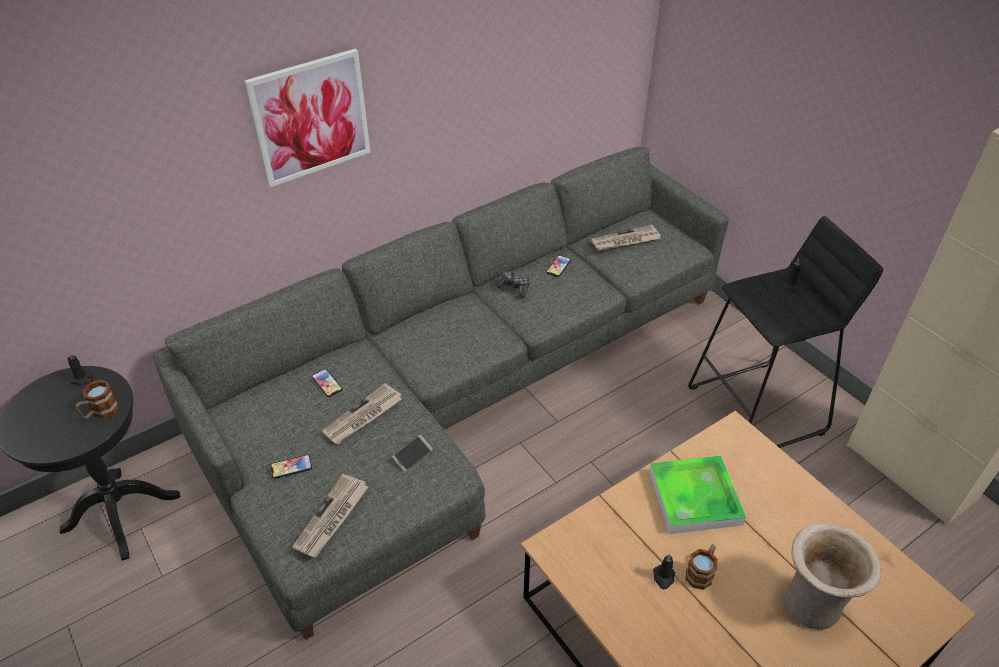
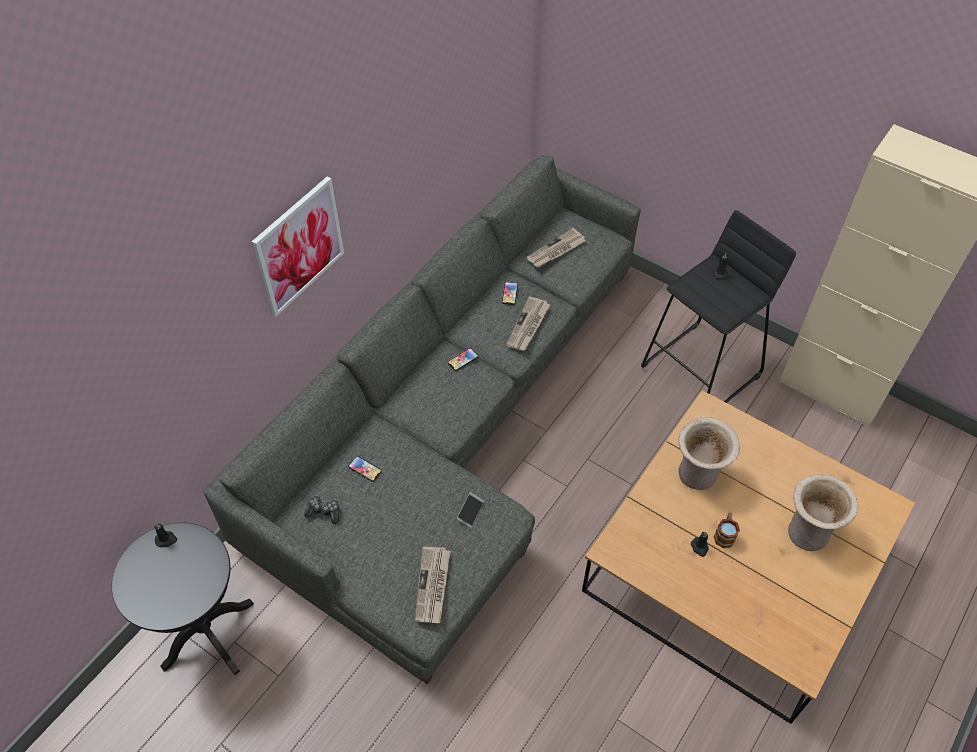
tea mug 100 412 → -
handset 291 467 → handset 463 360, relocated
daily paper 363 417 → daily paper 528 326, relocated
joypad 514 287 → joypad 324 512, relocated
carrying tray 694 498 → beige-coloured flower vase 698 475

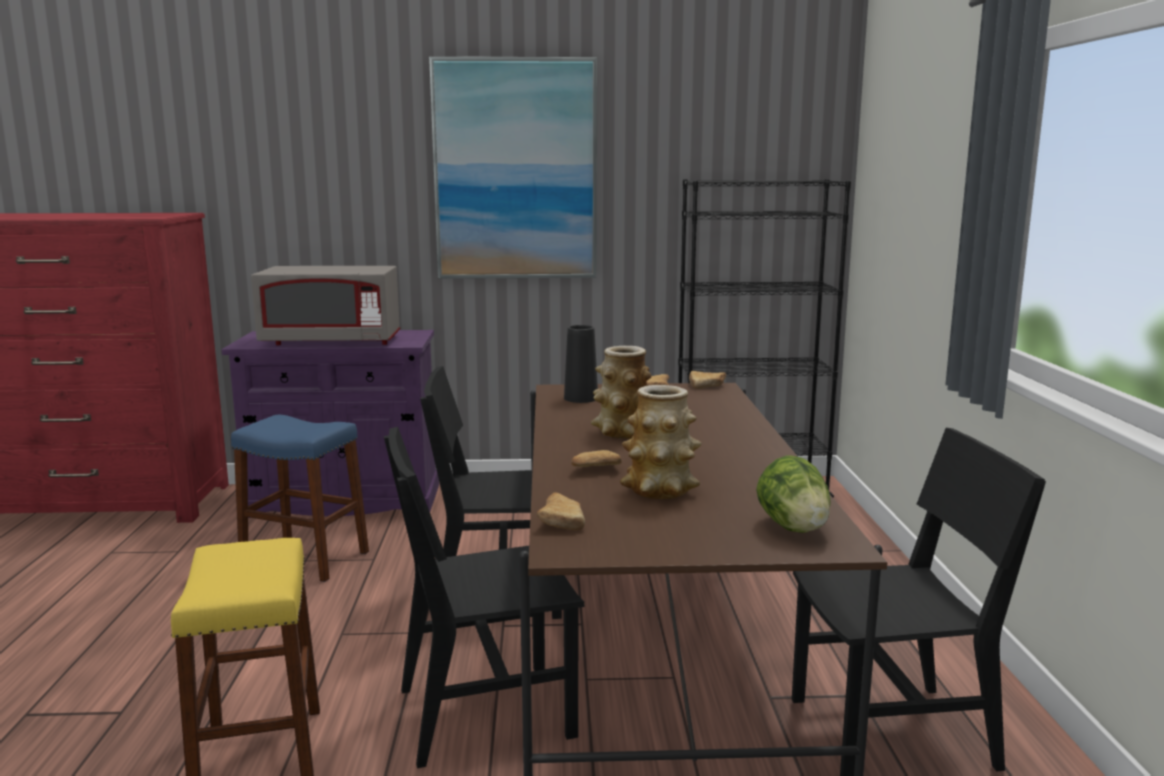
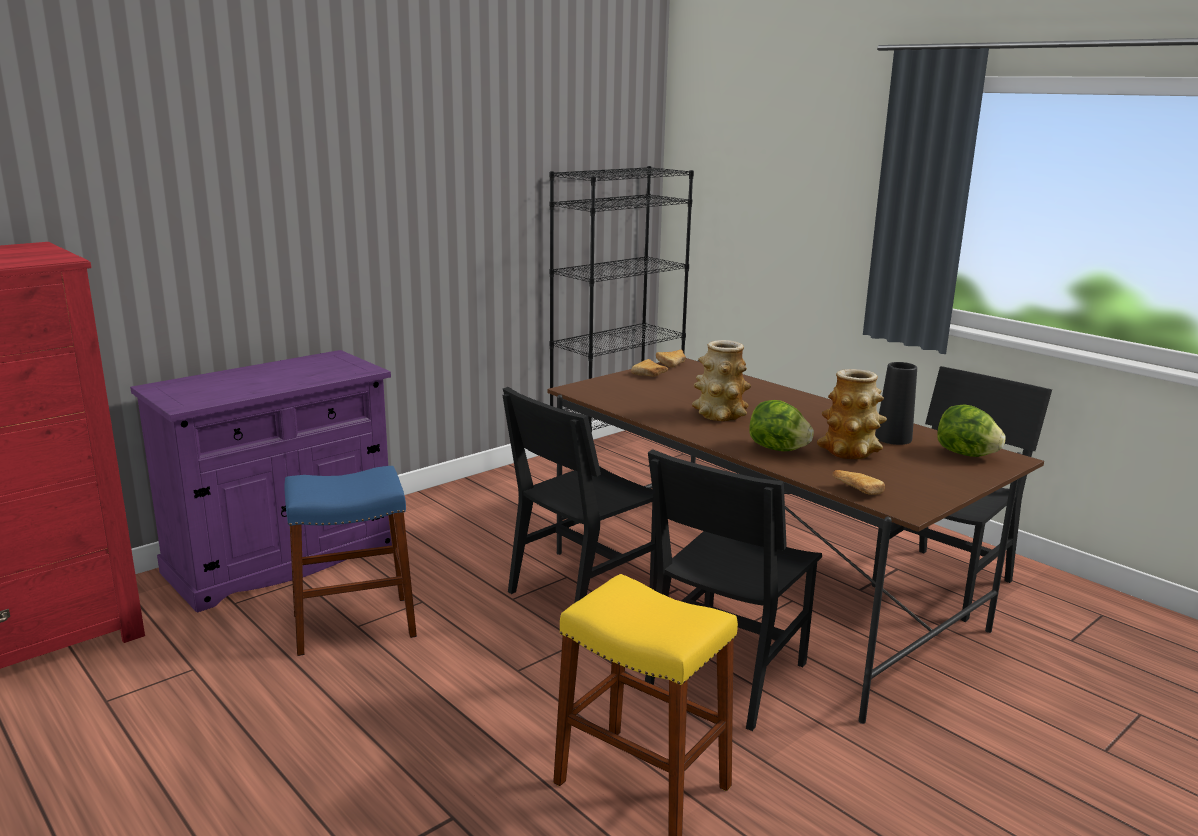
grey microwave oven 332 342 → -
wall art 515 170 → -
black flower vase 581 398 → black flower vase 893 438, relocated
bread 593 470 → lettuce 777 449

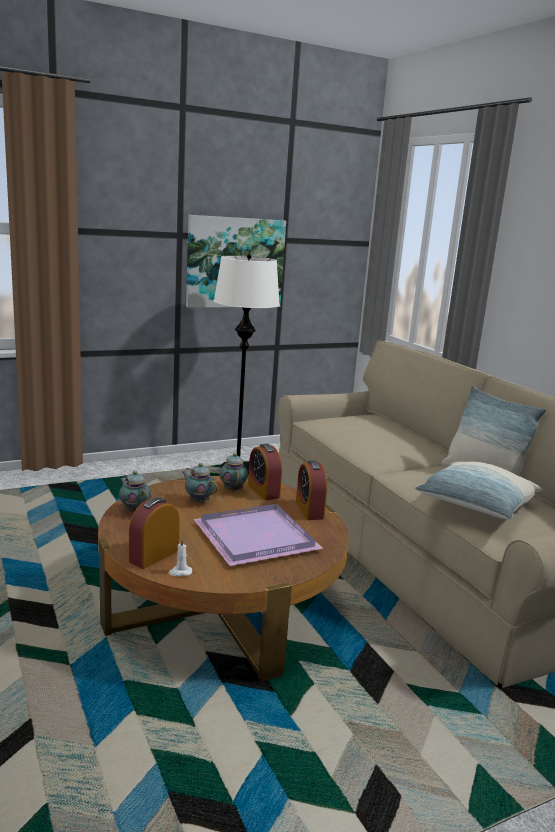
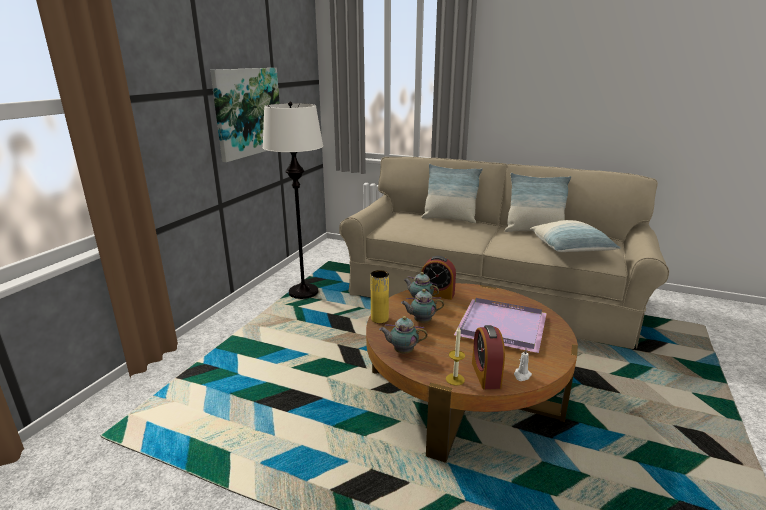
bedside clock 309 510 → -
- → yellow-coloured flower vase 379 319
- → throw pillow 449 219
- → wax candle 455 379

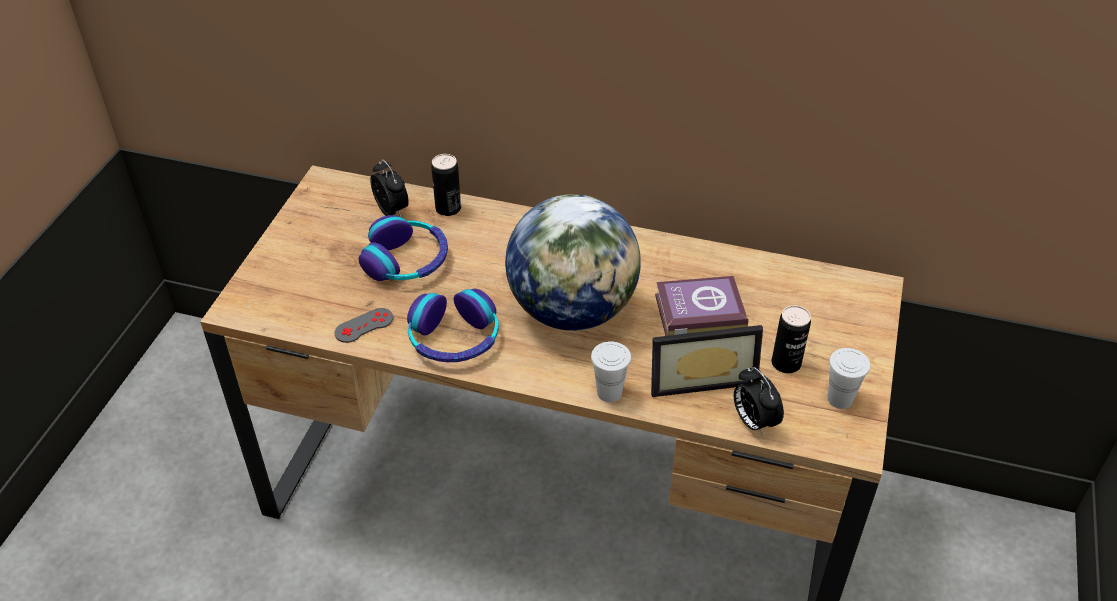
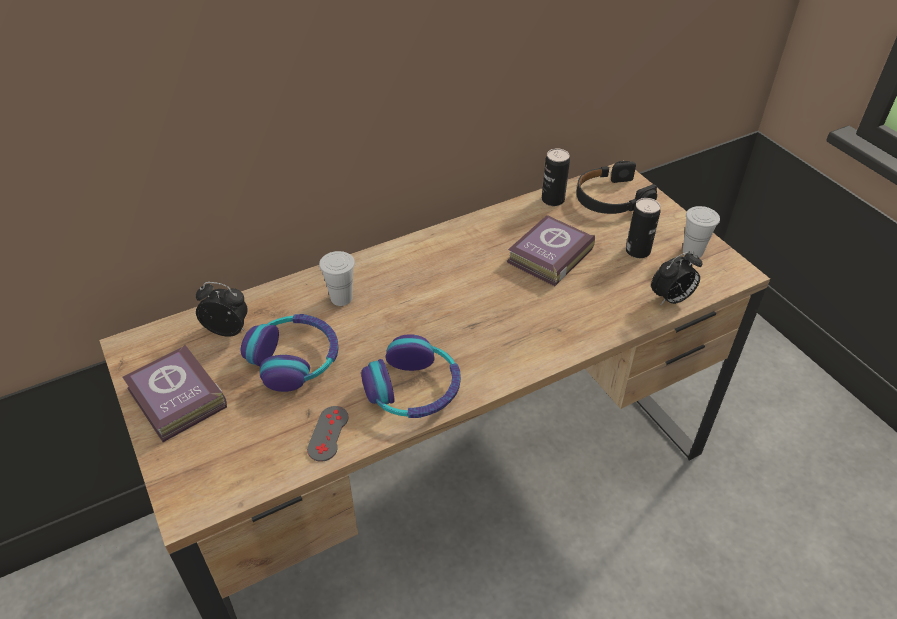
metal can 448 208 → metal can 553 200, relocated
desk globe 573 310 → -
whitish small cup 609 392 → whitish small cup 341 298, relocated
picture frame 700 376 → -
bedside clock 753 422 → bedside clock 671 299, 45 degrees counterclockwise
- → bound book 176 400
- → black headphones 611 198

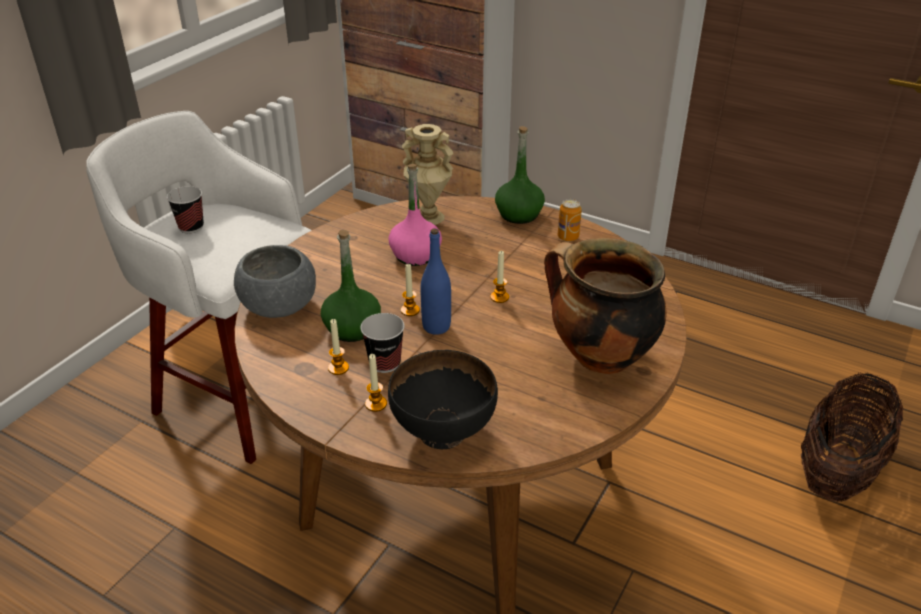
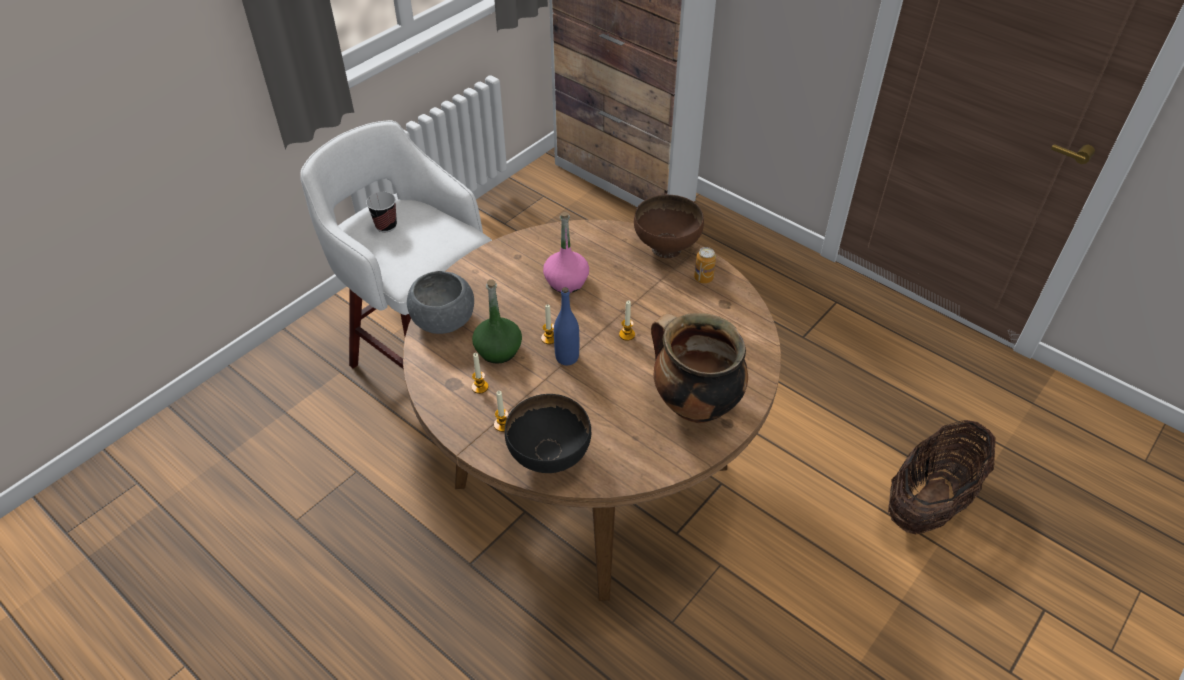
small cup 385 363 → -
beige-coloured flower vase 428 217 → -
green drink bottle 519 214 → brownish deep dish 667 248

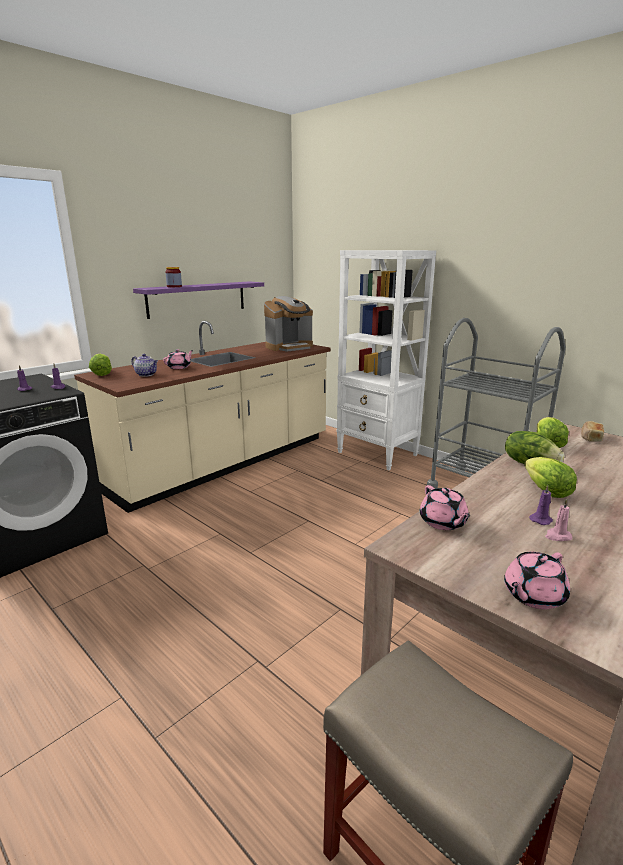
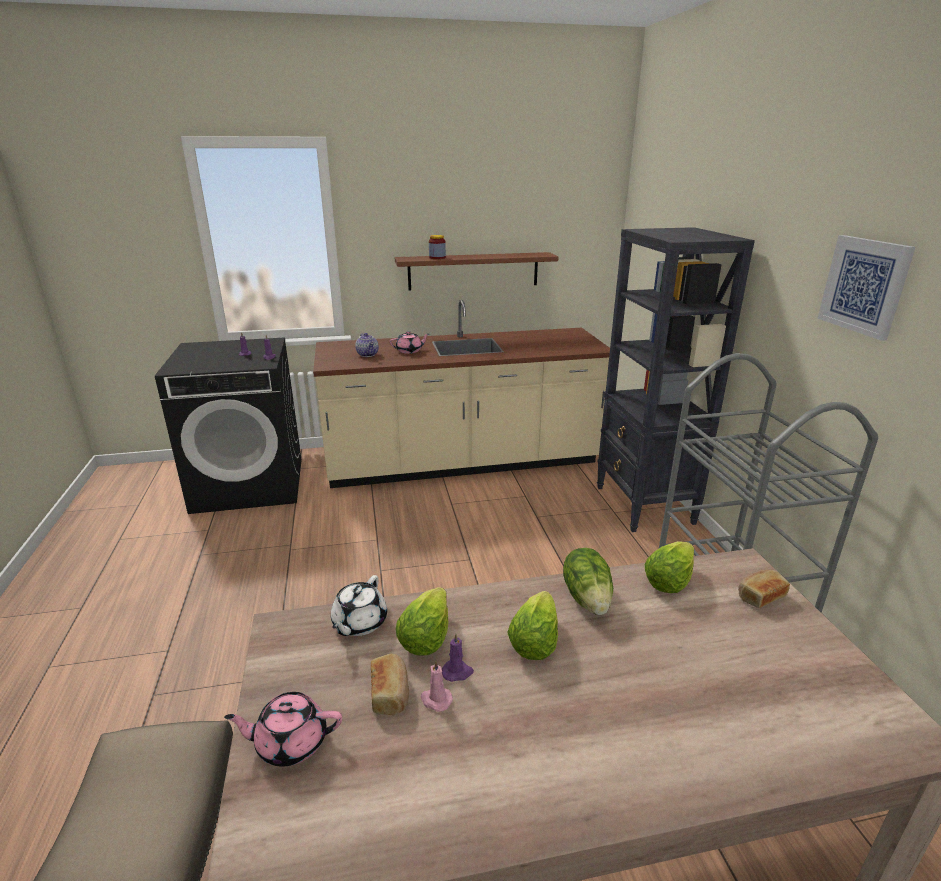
lettuce 102 374 → lettuce 425 638, relocated
purplish wall shelf 197 299 → brownish wall shelf 473 271
coffee machine 289 347 → -
whitish bookcase 377 454 → black bookcase 644 505
pinkish pot for tea 443 522 → whitish pot for tea 359 623
- → bread 390 693
- → wall art 864 285

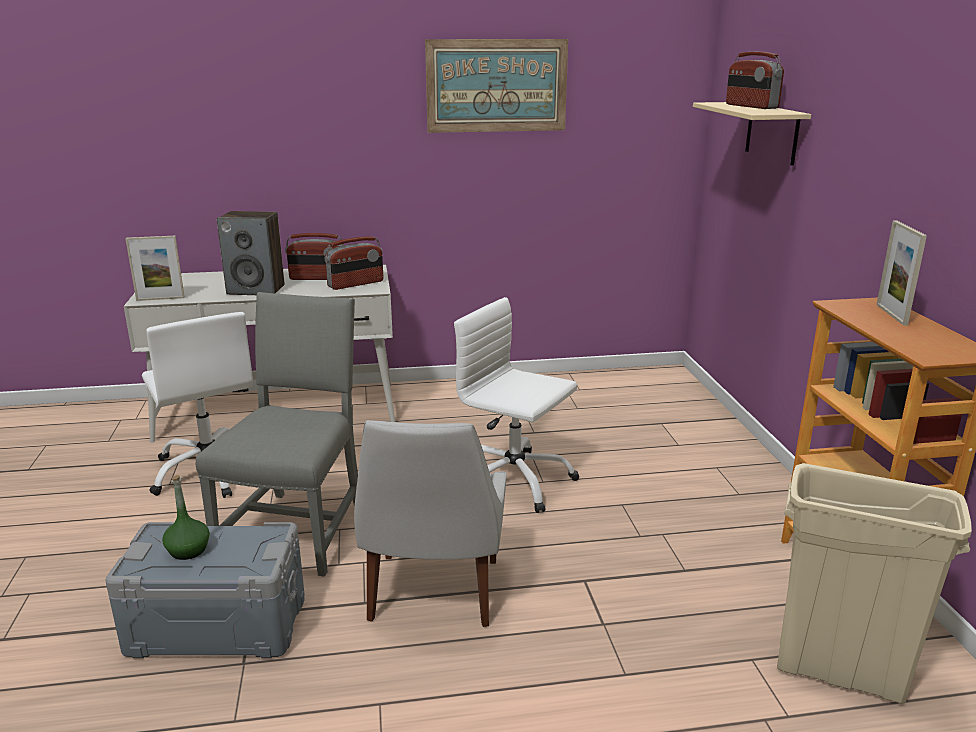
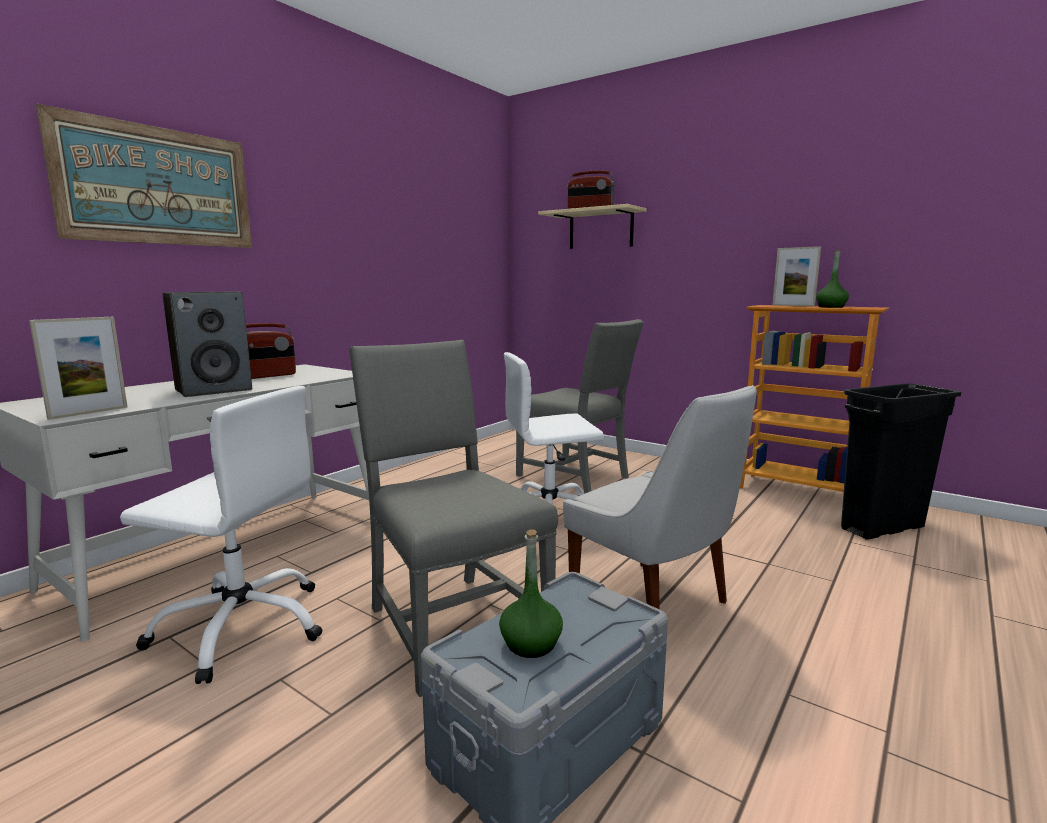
radio 356 284 → -
wall art 496 86 → wall art 158 186, relocated
beige-coloured rubbish bin 838 672 → black rubbish bin 881 528
- → grey plain chair 576 476
- → green drink bottle 830 307

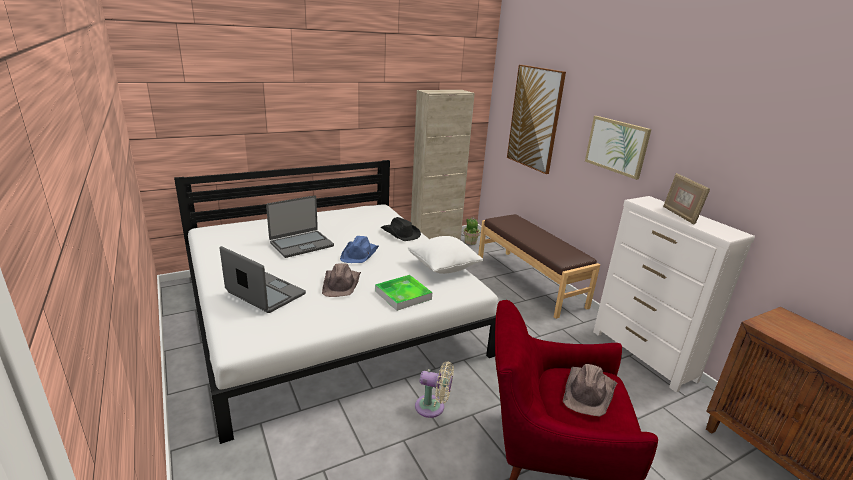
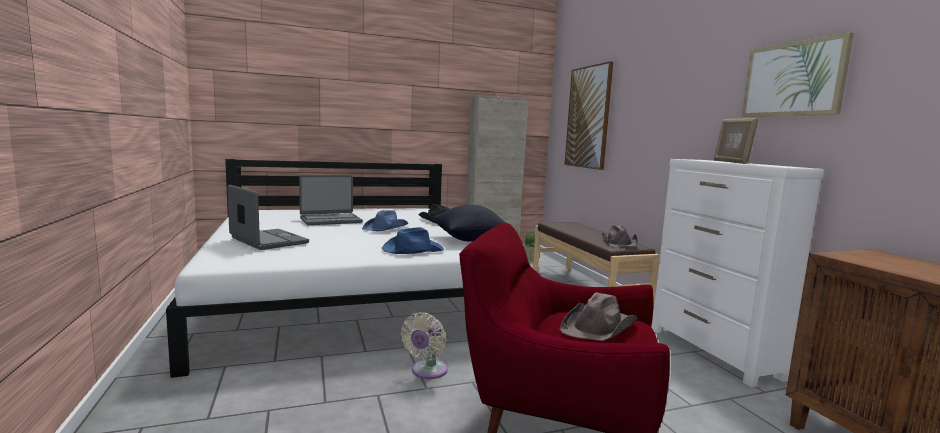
brownish clothing hat 341 284 → brownish clothing hat 619 243, relocated
carrying tray 403 295 → blue clothing hat 412 250
whitish throw pillow 443 267 → black throw pillow 469 239
beige-coloured electric fan 433 407 → beige-coloured electric fan 427 372, 90 degrees clockwise
wall art 617 146 → wall art 793 79, relocated

